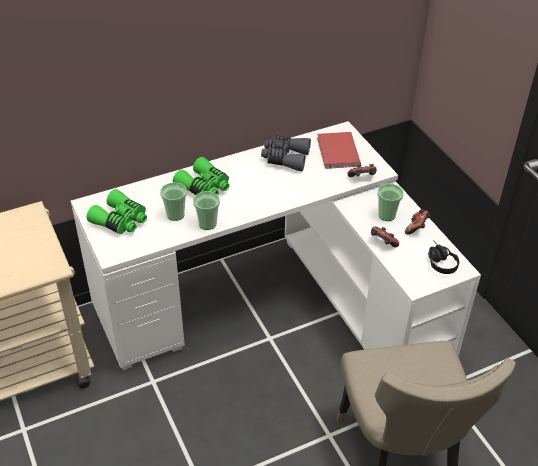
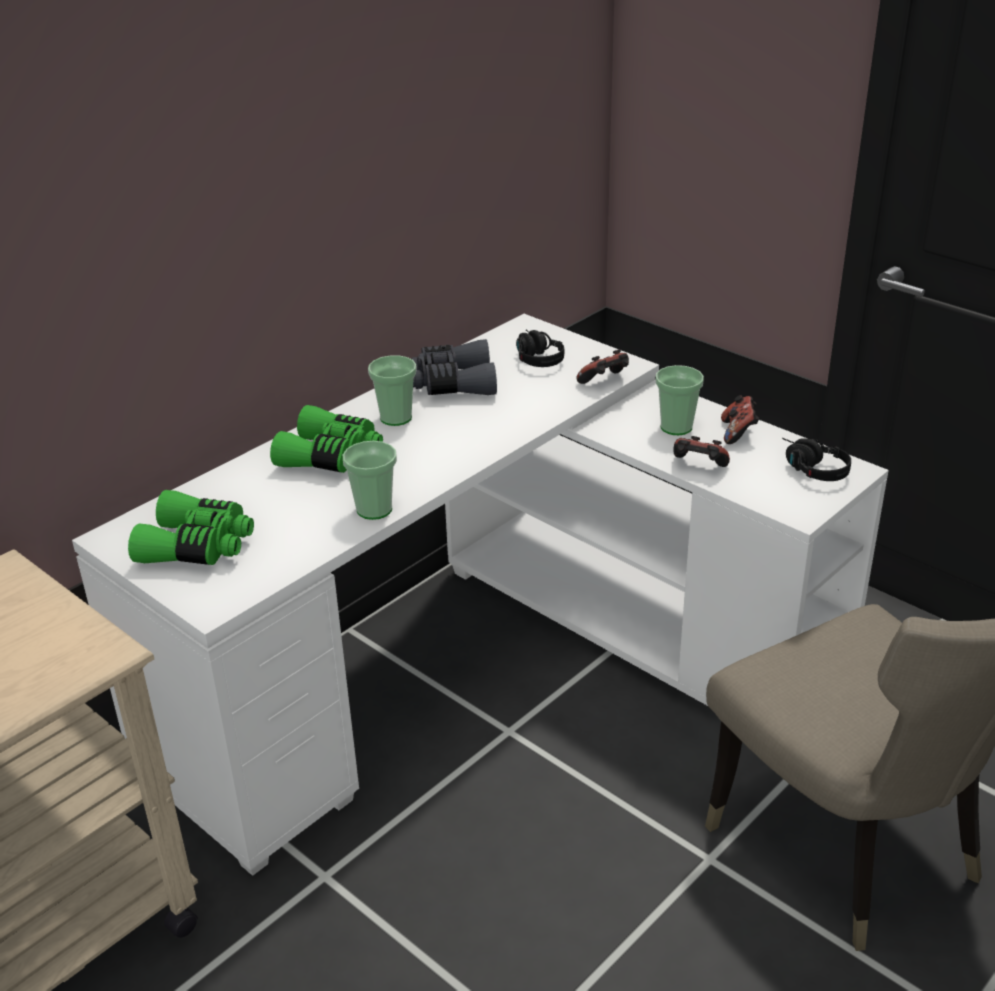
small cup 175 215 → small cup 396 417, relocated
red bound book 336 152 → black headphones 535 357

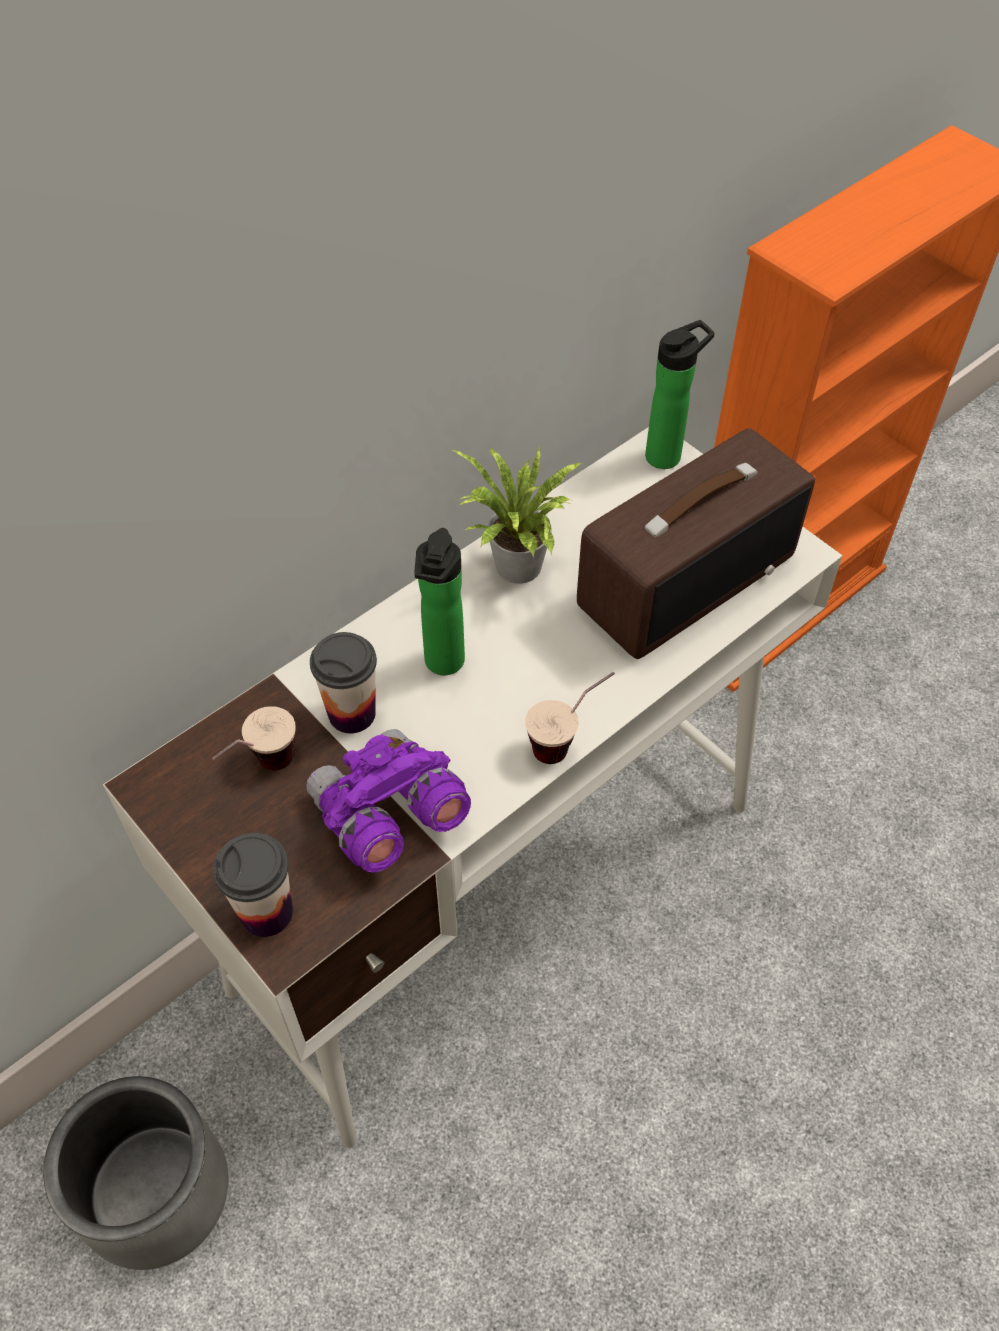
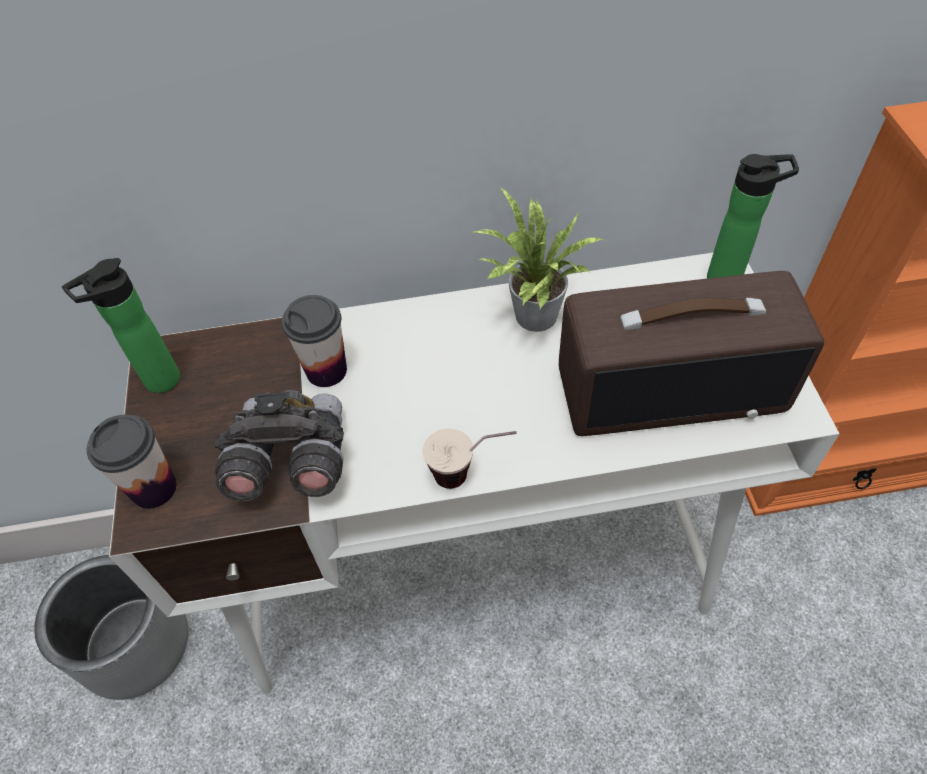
small cup 261 771 → -
purplish binoculars 387 817 → grey binoculars 290 462
drink bottle 443 665 → drink bottle 157 383, relocated

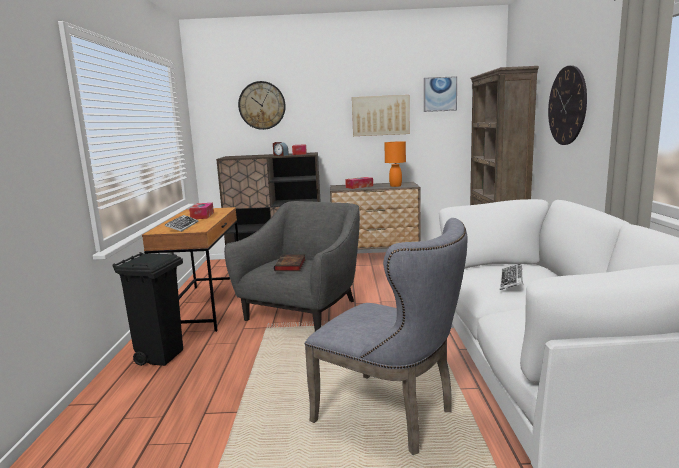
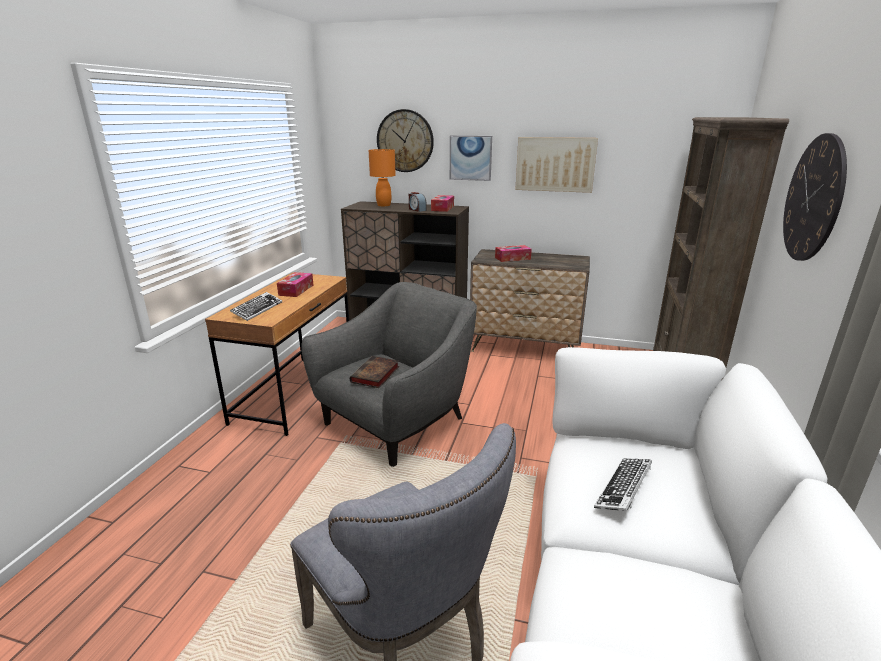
black rubbish bin 161 356 → -
orangey lamp for a table 395 186 → orangey lamp for a table 384 205, relocated
wall art 440 94 → wall art 470 158, relocated

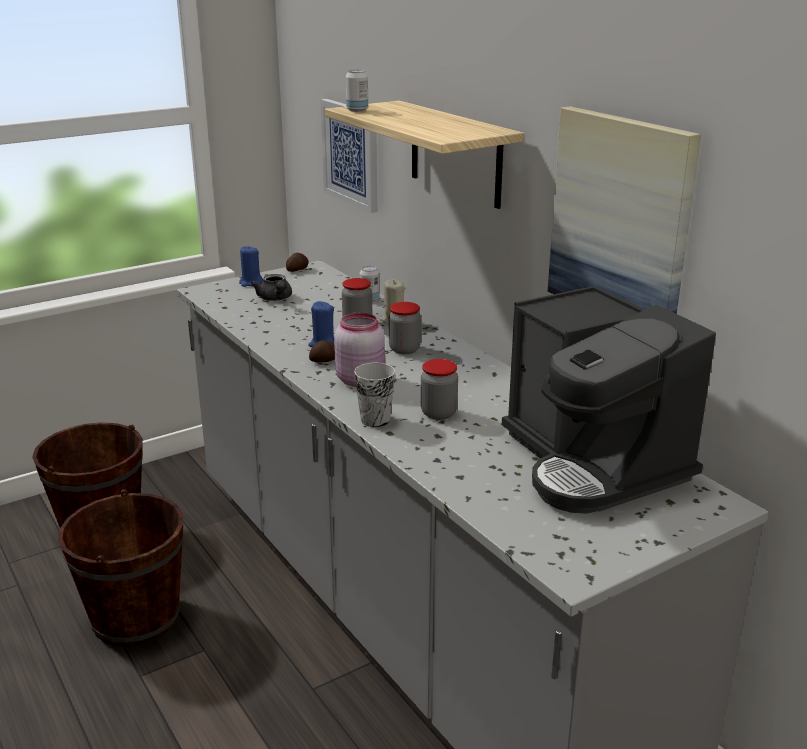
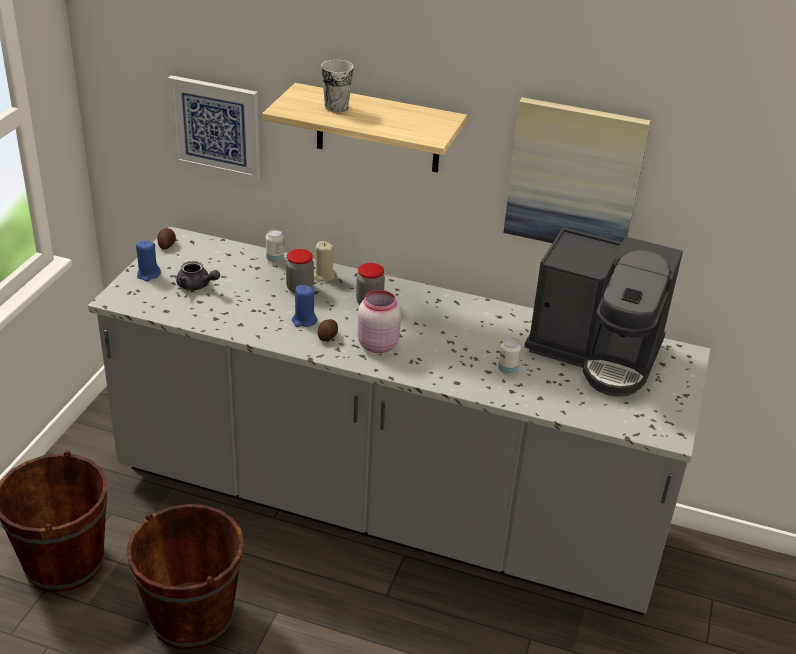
metal can 357 110 → metal can 507 370, relocated
small cup 375 420 → small cup 336 107, relocated
storage jar 438 413 → -

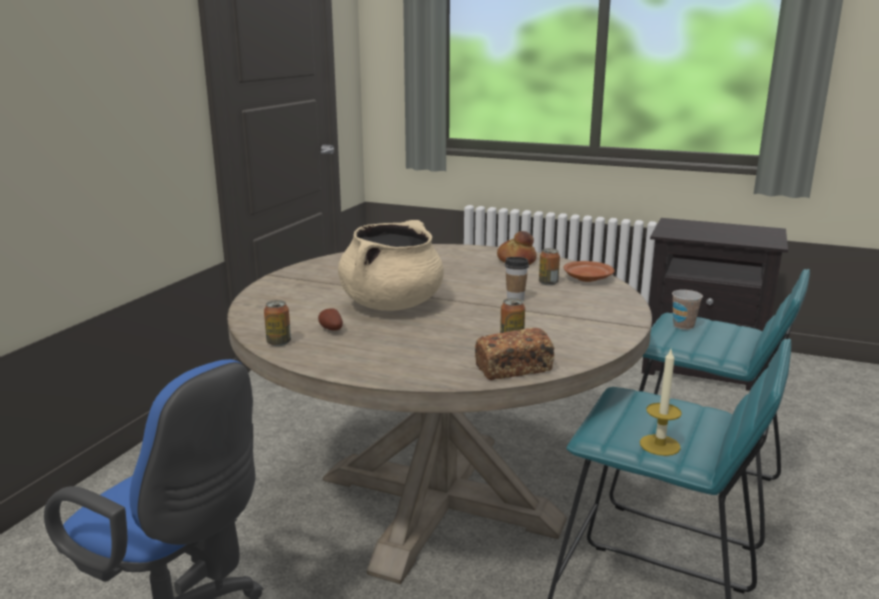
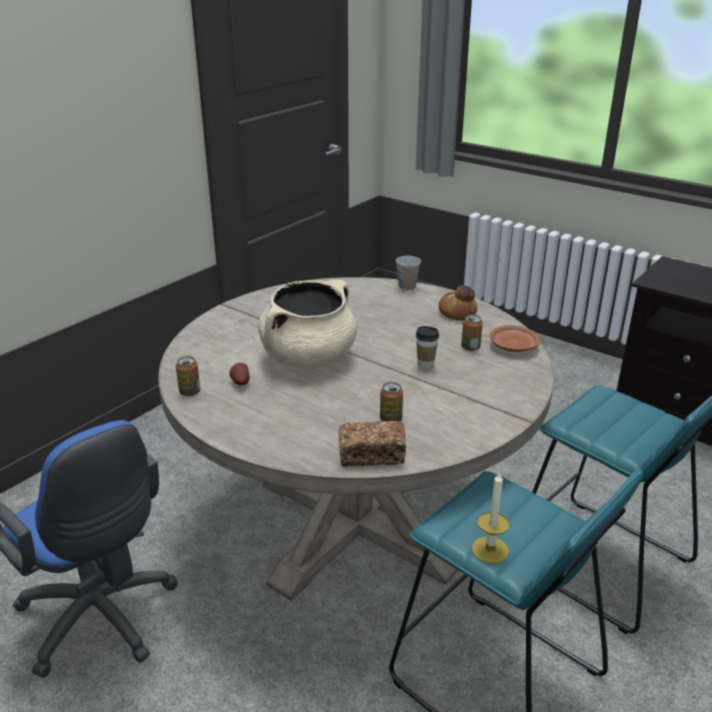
small cup 683 326 → small cup 407 287, relocated

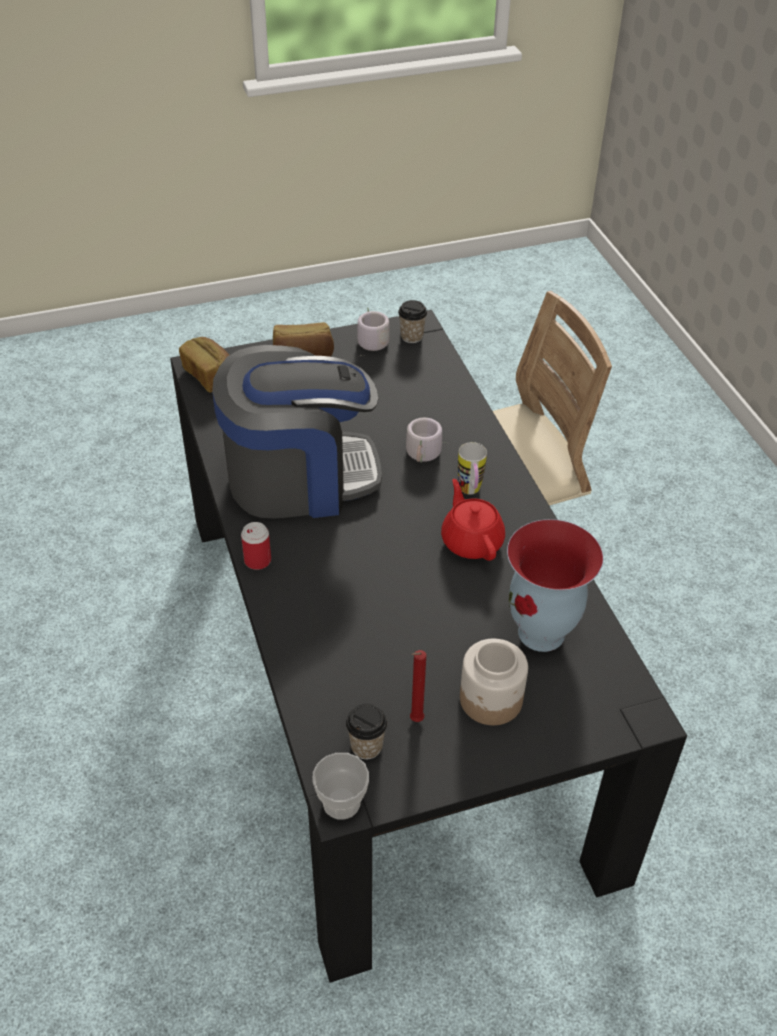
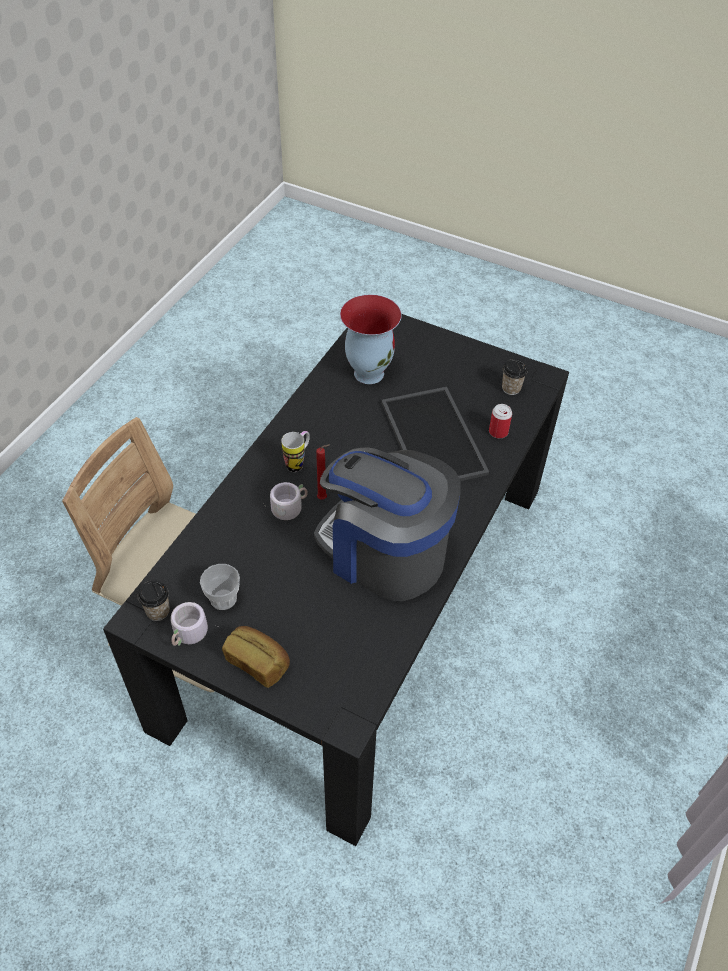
bread 211 376 → -
metal can 257 560 → metal can 498 432, relocated
small cup 341 802 → small cup 223 598, relocated
red wax candle 415 721 → red wax candle 323 498, relocated
red pot for tea 471 541 → -
storage jar 491 700 → -
- → carrying tray 430 437

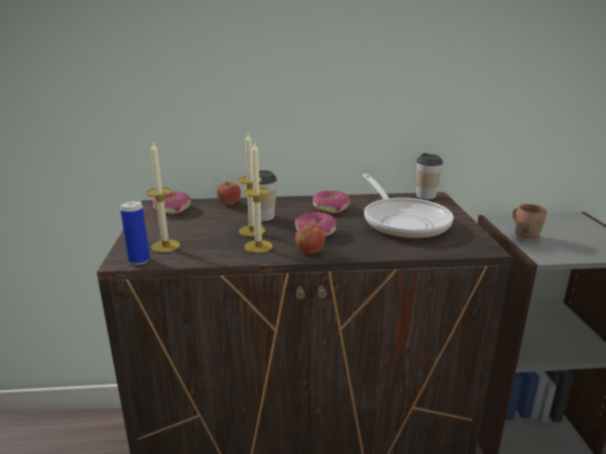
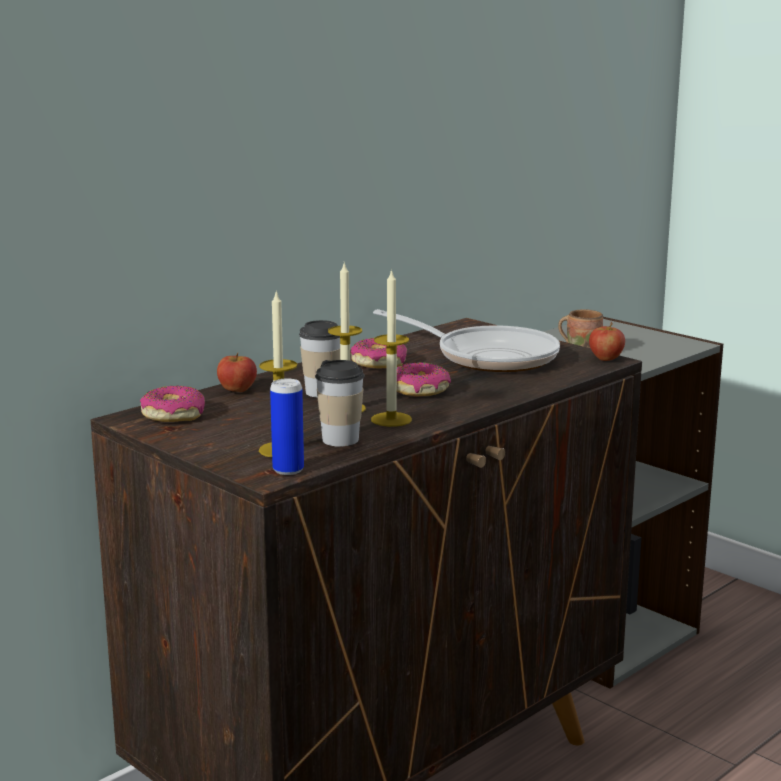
apple fruit 309 251 → apple fruit 605 359, relocated
small cup 426 196 → small cup 340 440, relocated

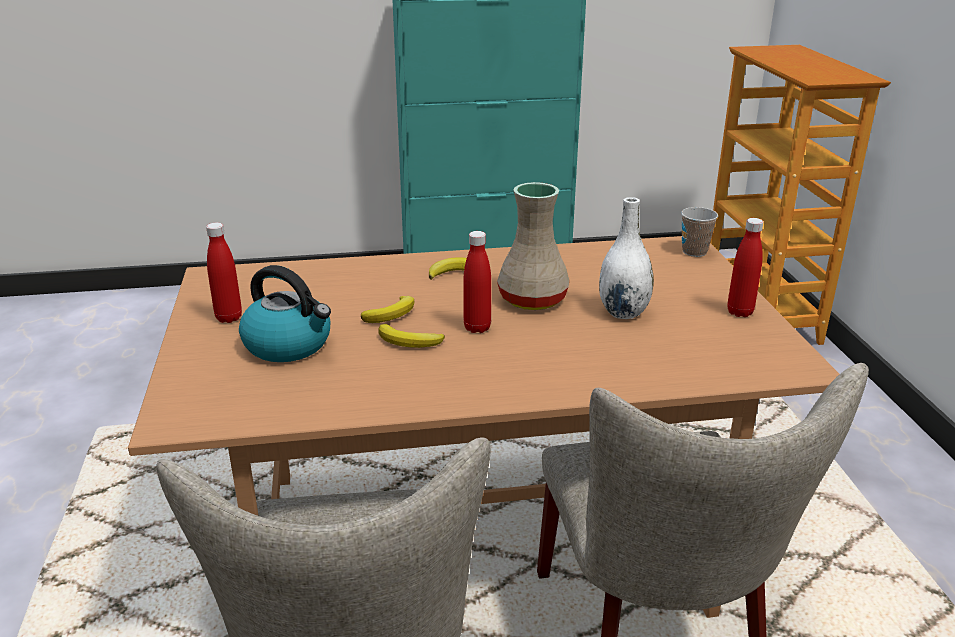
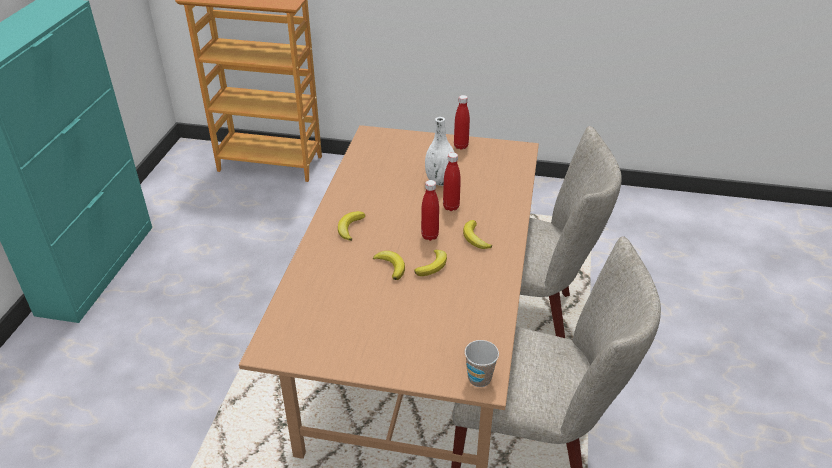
red drink bottle 229 318 → red drink bottle 451 207, relocated
kettle 289 345 → -
beige-coloured flower vase 532 299 → -
small cup 694 252 → small cup 479 378, relocated
- → banana 475 238

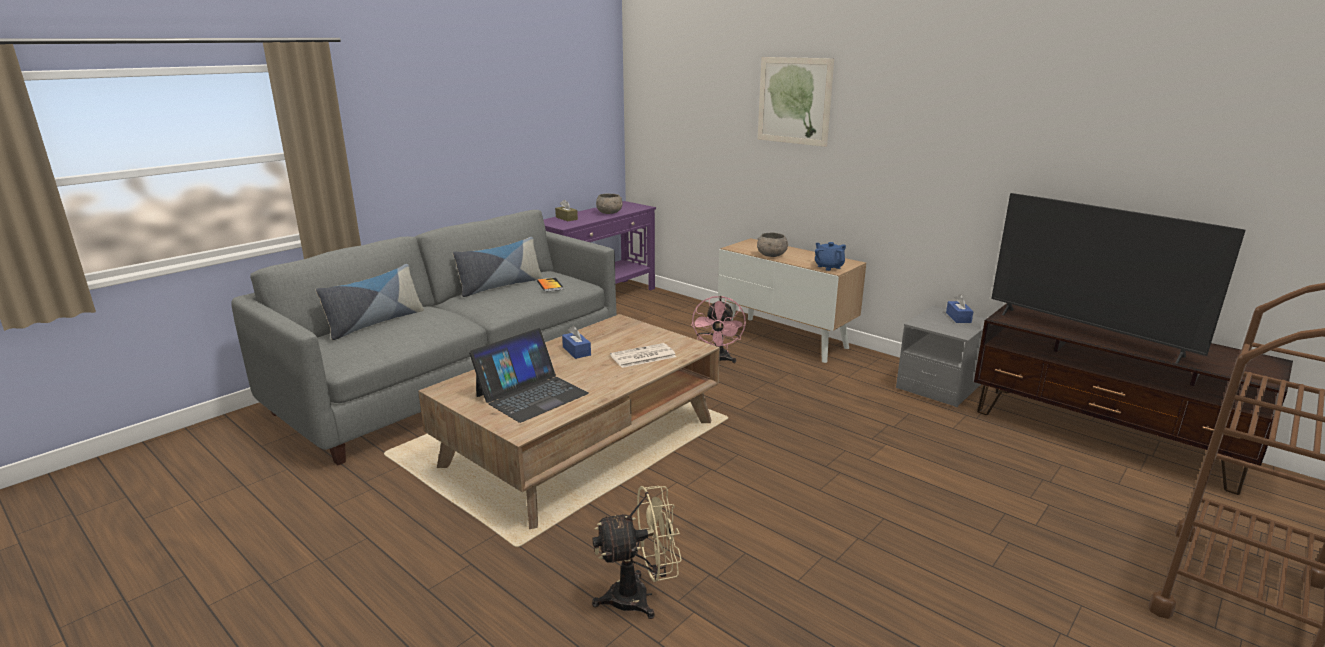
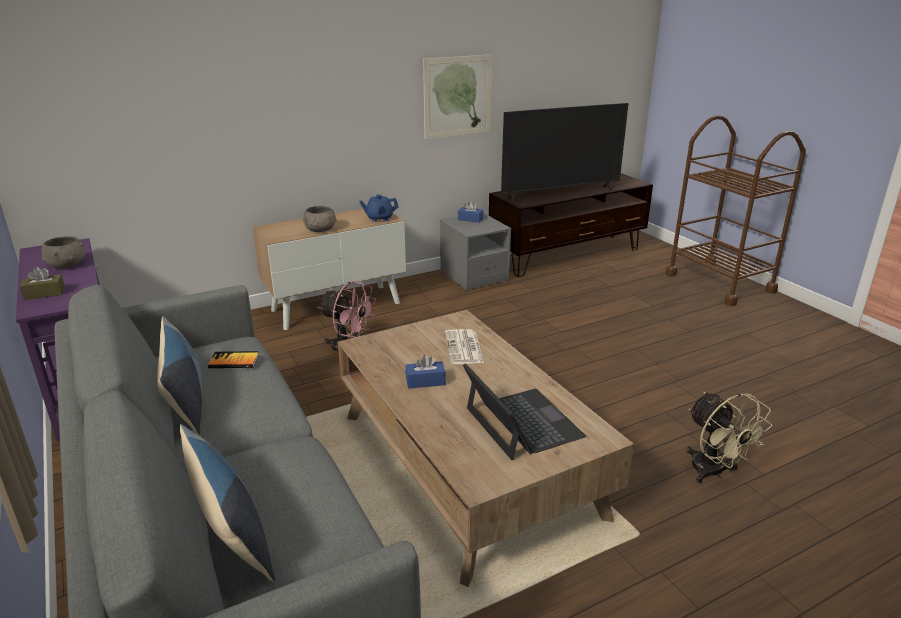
beige-coloured electric fan 640 597 → beige-coloured electric fan 713 473, 150 degrees clockwise
wall art 794 101 → wall art 458 96, relocated

